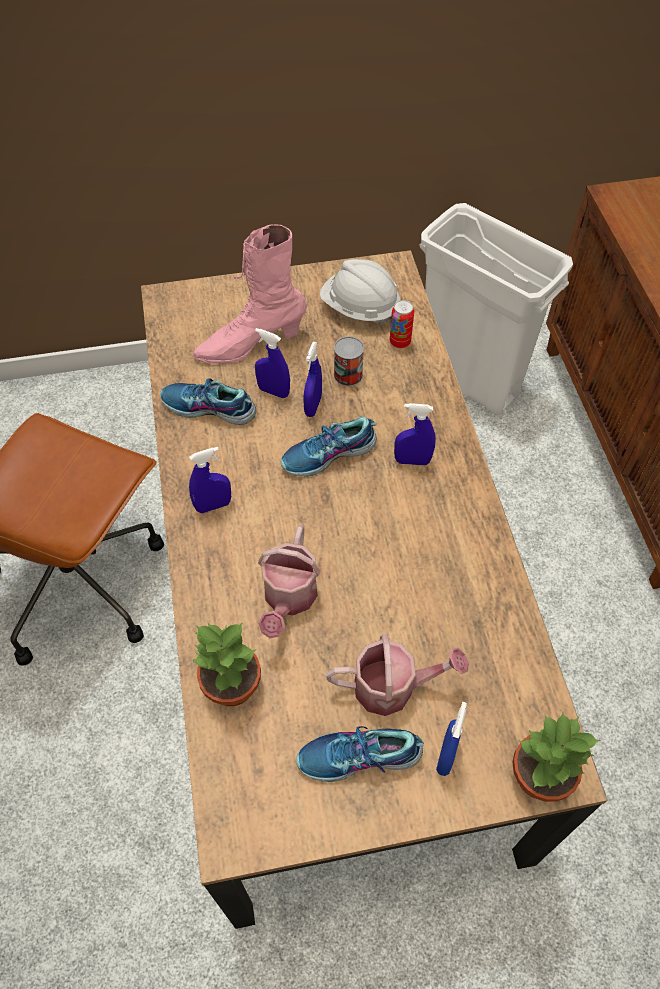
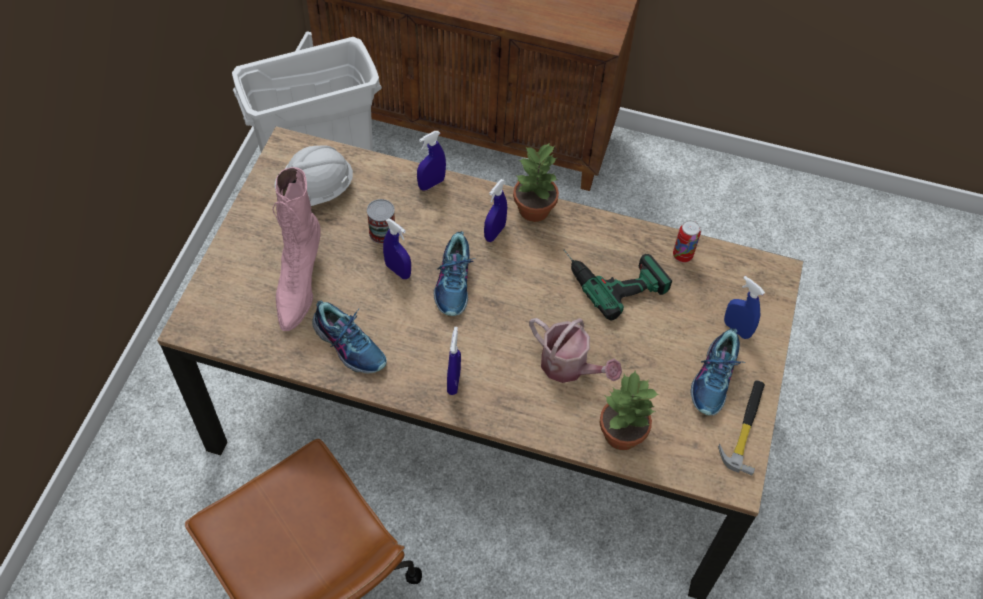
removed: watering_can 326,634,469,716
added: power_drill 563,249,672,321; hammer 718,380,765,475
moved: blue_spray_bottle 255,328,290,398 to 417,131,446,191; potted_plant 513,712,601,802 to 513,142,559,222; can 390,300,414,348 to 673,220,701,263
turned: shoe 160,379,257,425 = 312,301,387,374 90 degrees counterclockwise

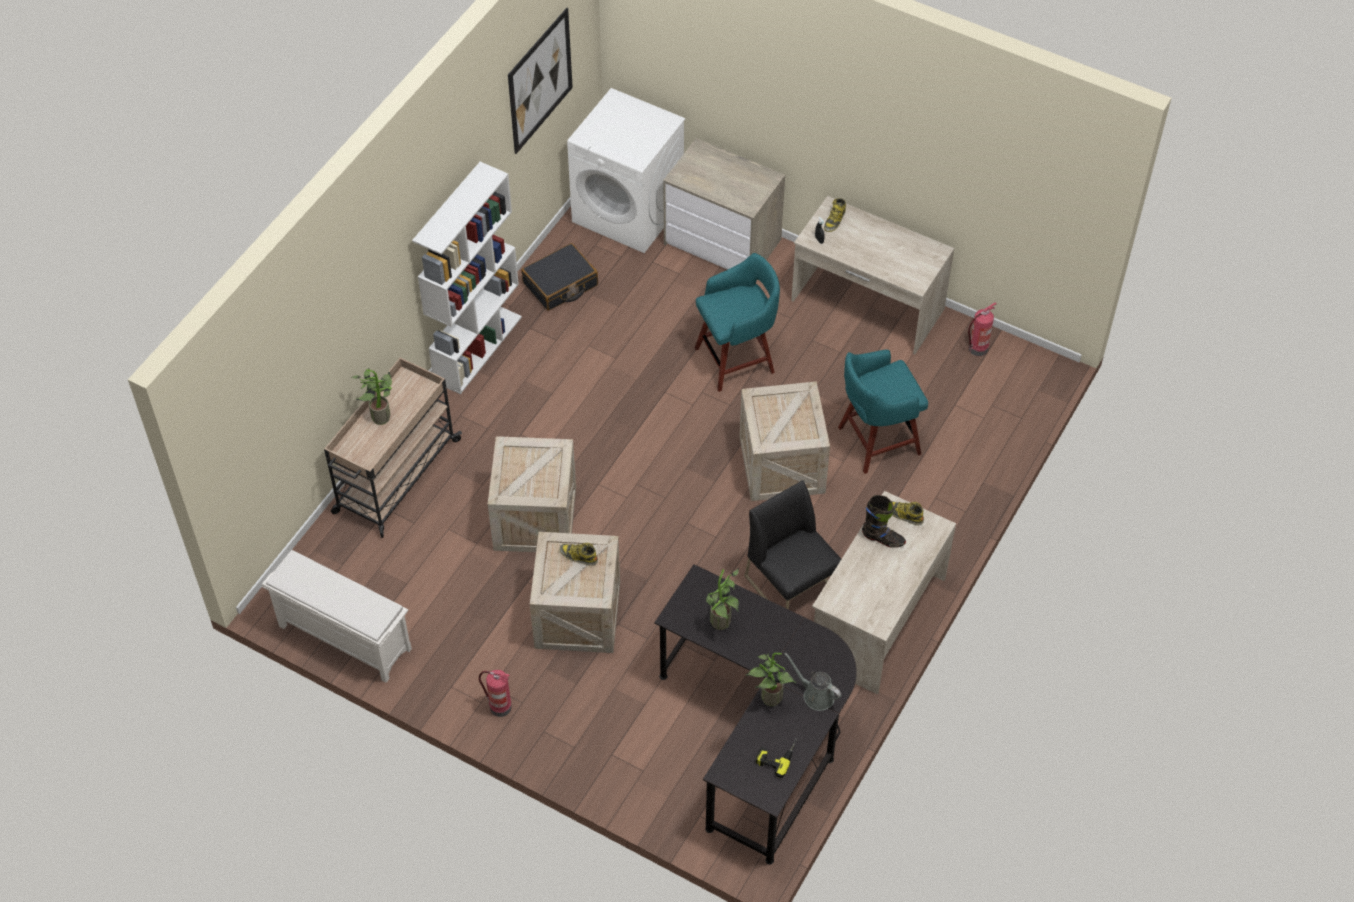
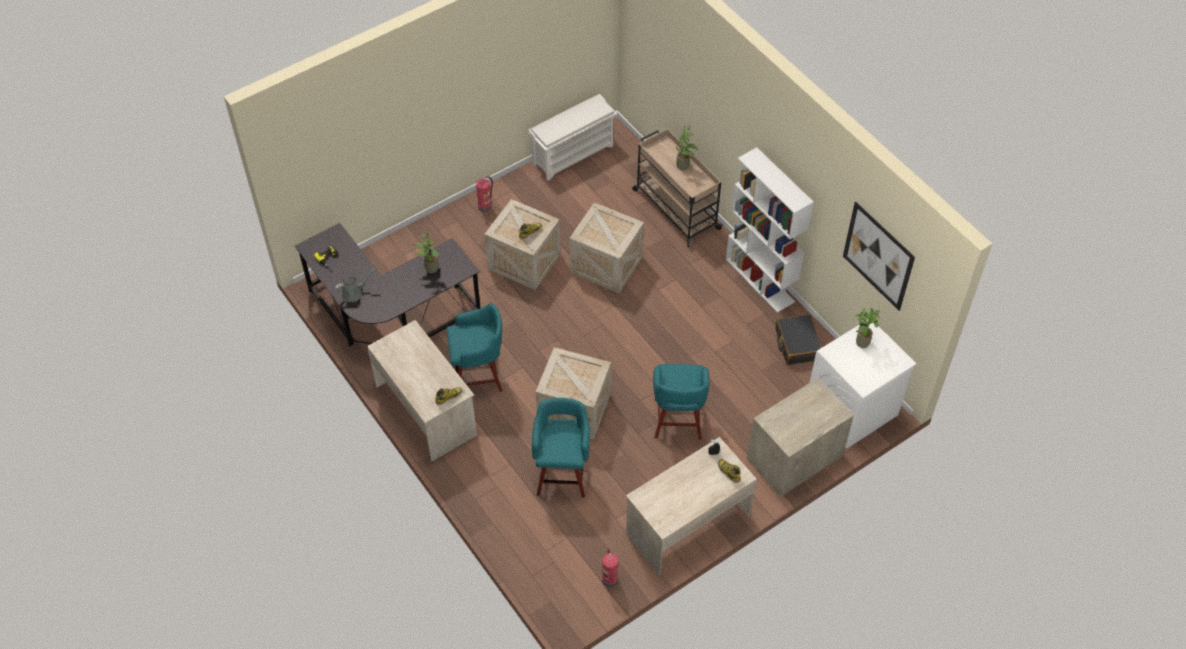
removed: black_boot 862,495,906,548
moved: potted_plant 746,653,796,706 to 855,308,880,348
replaced: black_chair 744,480,841,610 to turquoise_stool 446,303,502,392

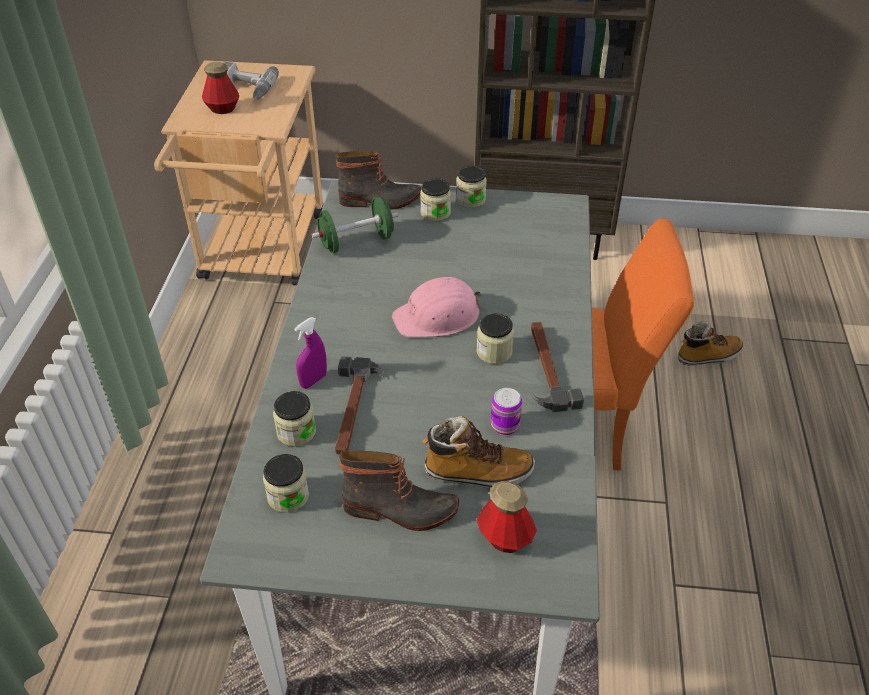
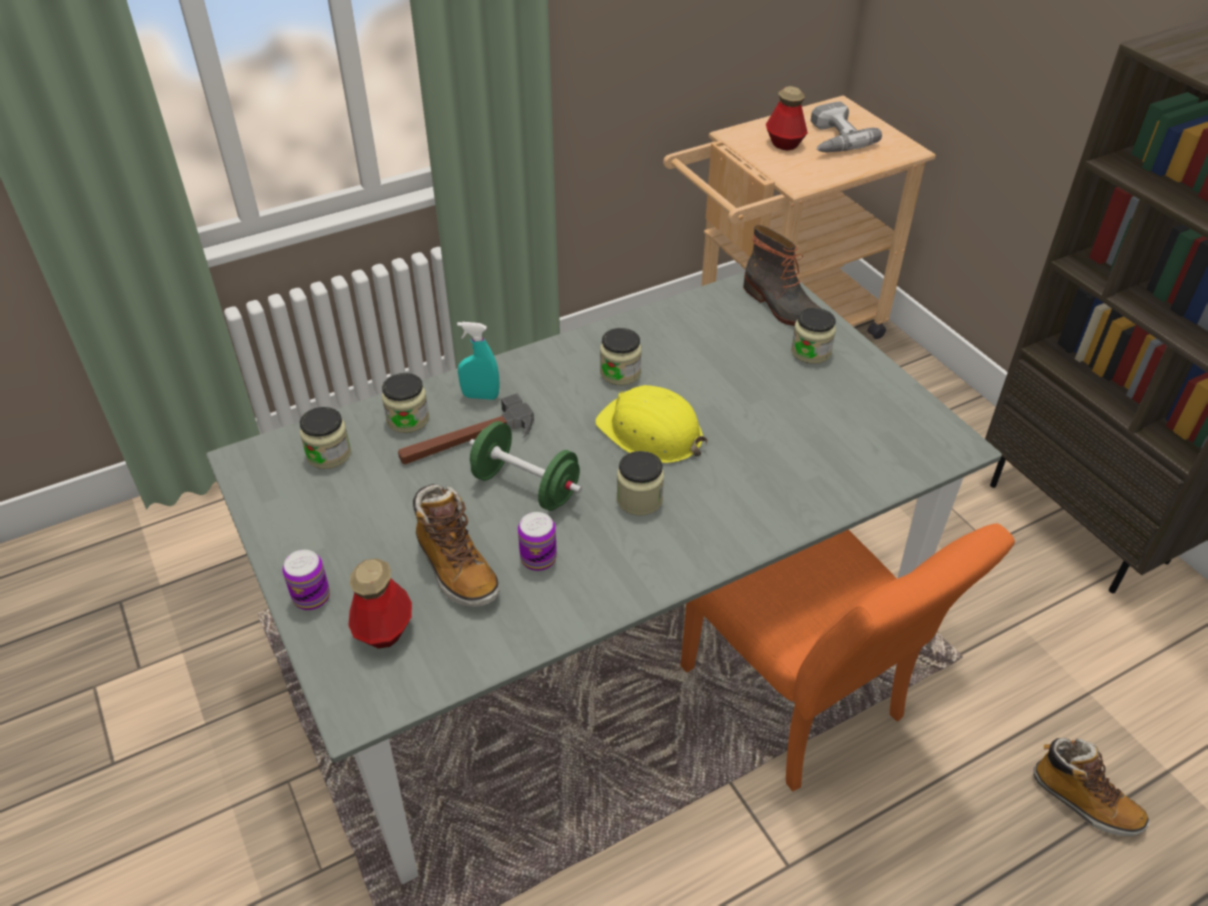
removed: boot 339,450,459,531; hammer 531,322,584,412
added: can 283,550,330,610
moved: green_dumbbell 312,197,398,253 to 469,421,582,511; jar 456,166,487,208 to 600,328,642,385
recoloured: purple_spray_bottle 294,317,327,389 to turquoise_spray_bottle 457,322,500,400; pink_hard_hat 392,277,482,337 to yellow_hard_hat 595,385,708,464

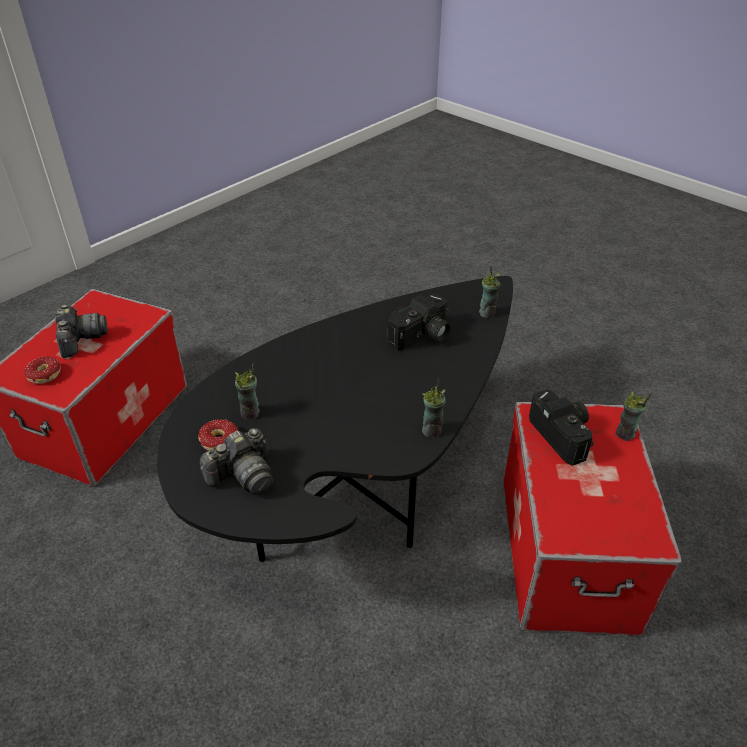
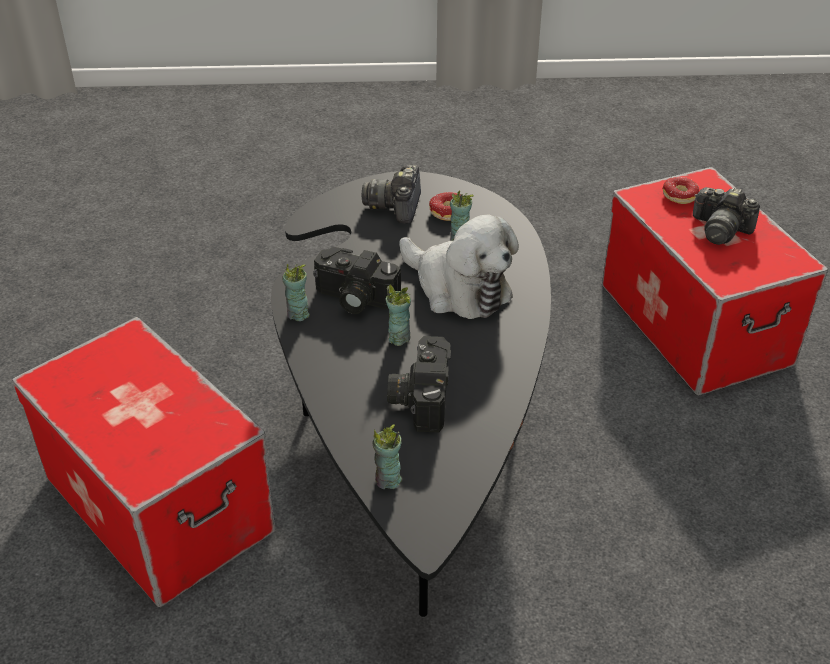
added: plush_toy 399,215,519,319
moved: photo_camera 529,389,594,466 to 313,247,401,314; cup 616,391,651,441 to 386,285,411,346

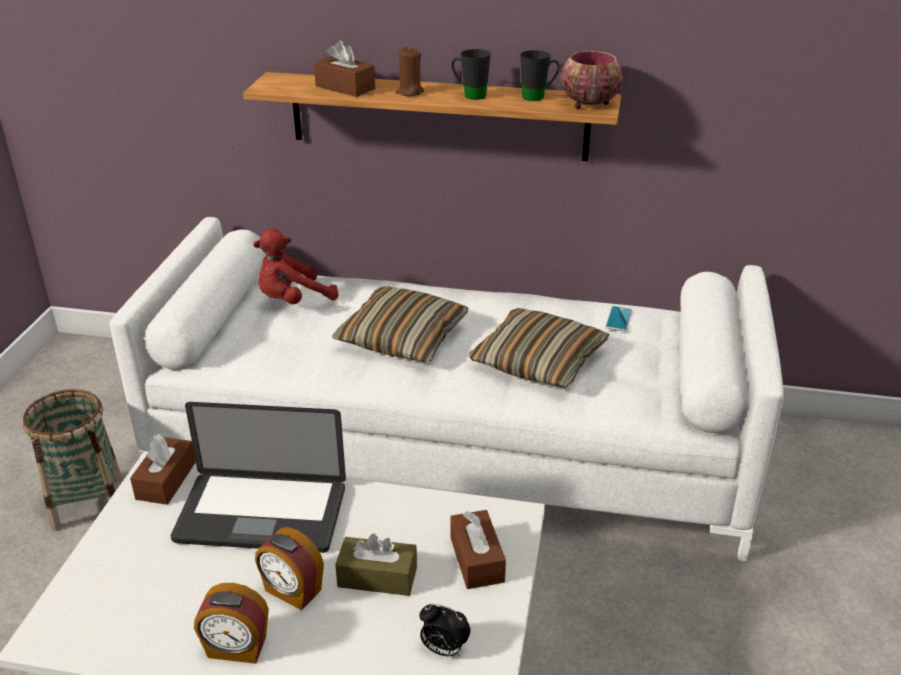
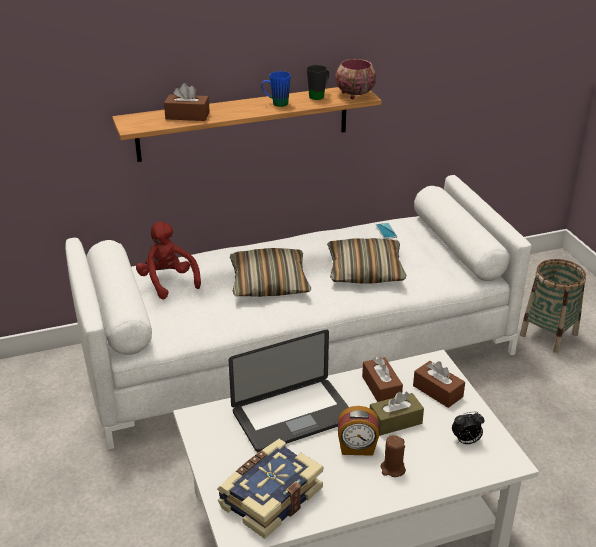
removed: alarm_clock 194,583,269,664
added: book 217,439,323,539
moved: brown_tissue_box 130,434,196,505 to 362,357,403,402; brown_candle 395,47,424,96 to 380,435,406,477; basket 23,389,122,531 to 520,259,586,353
recoloured: black_mug 452,49,491,100 to blue_mug 261,71,291,107
turned: red_plush_toy 253,228,339,304 = 136,221,201,299 120 degrees clockwise

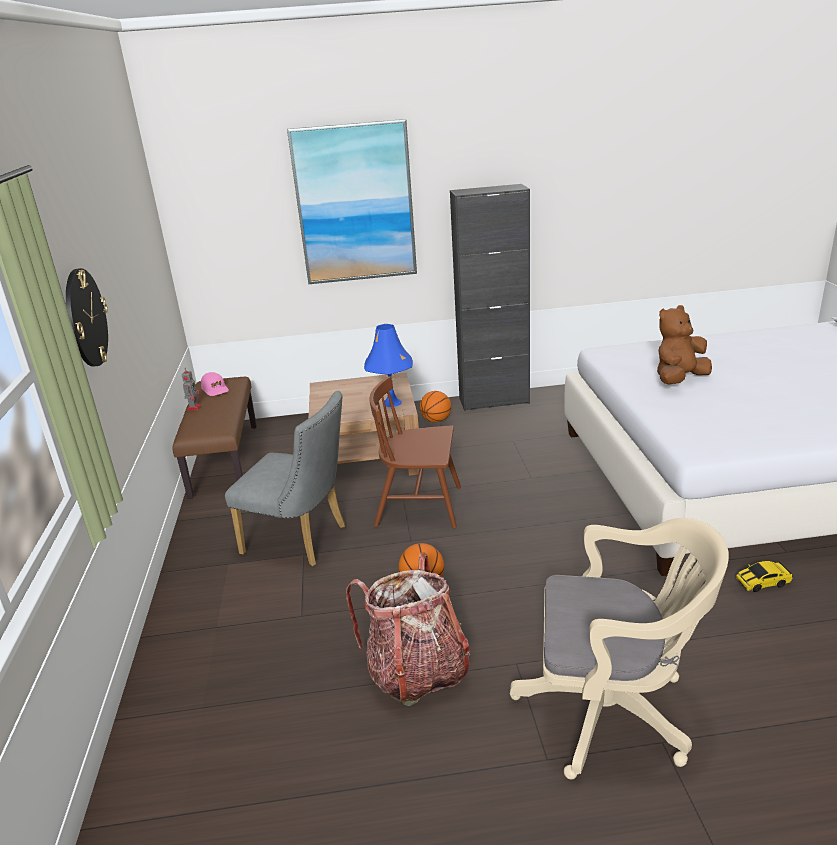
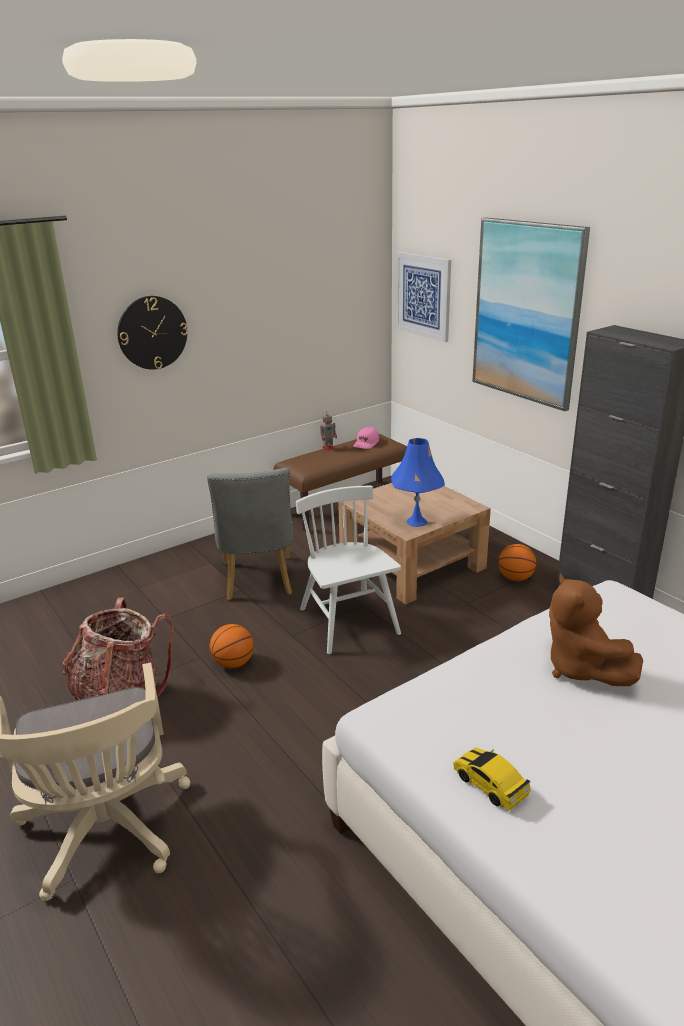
added: picture 395,252,451,342
moved: toy_car 736,561,793,592 to 454,747,531,811
recoloured: brown_chair 369,376,461,528 to white_chair 296,486,401,654
turned: brown_plush_toy 657,305,712,384 = 549,573,643,686 135 degrees counterclockwise

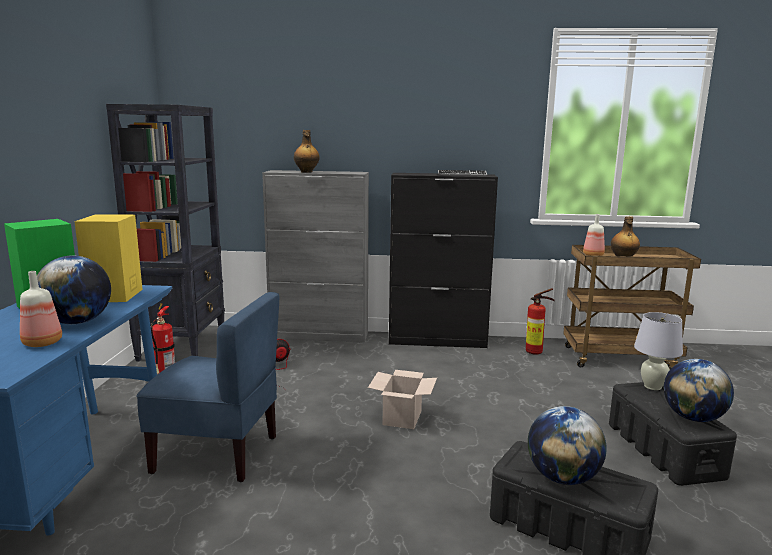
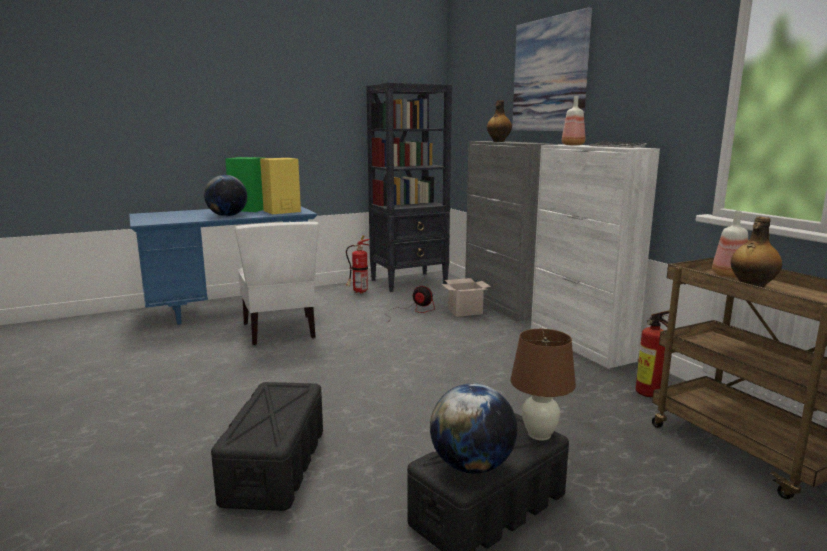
removed: globe 528,406,607,485
added: picture 512,7,592,131
moved: cardboard_box 368,370,437,429 to 442,278,491,317; bottle 20,271,62,347 to 562,96,585,145
recoloured: blue_chair 136,292,279,482 to white_chair 235,222,319,345; white_table_lamp 634,312,683,390 to brown_table_lamp 510,329,576,440; black_cabinet 389,173,498,348 to white_cabinet 531,145,660,369

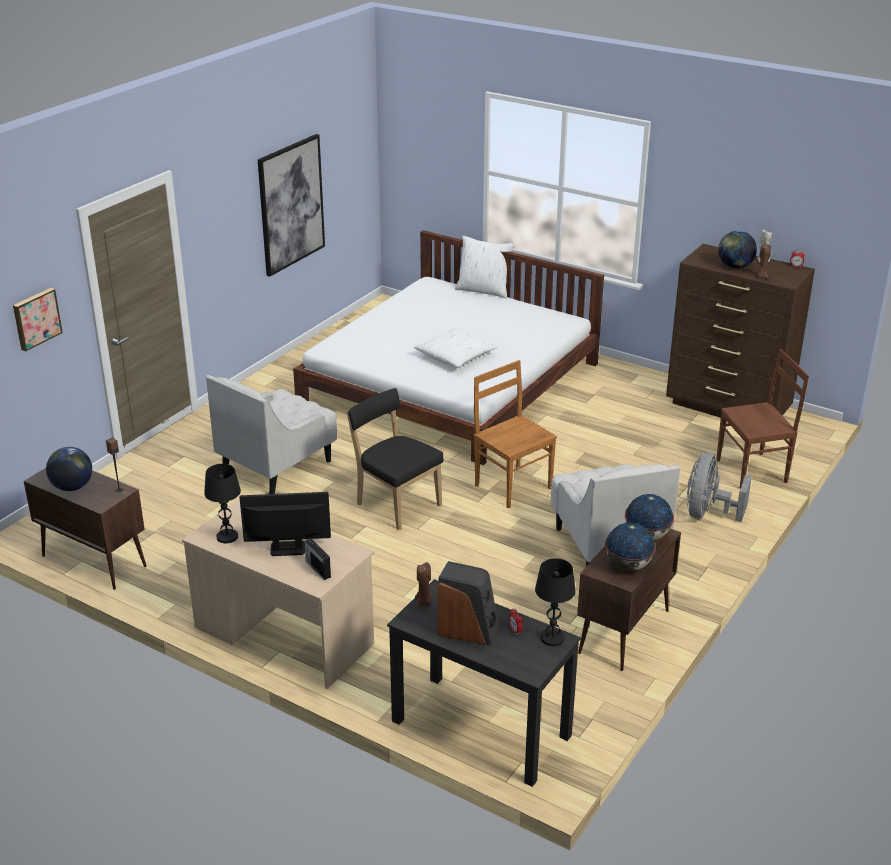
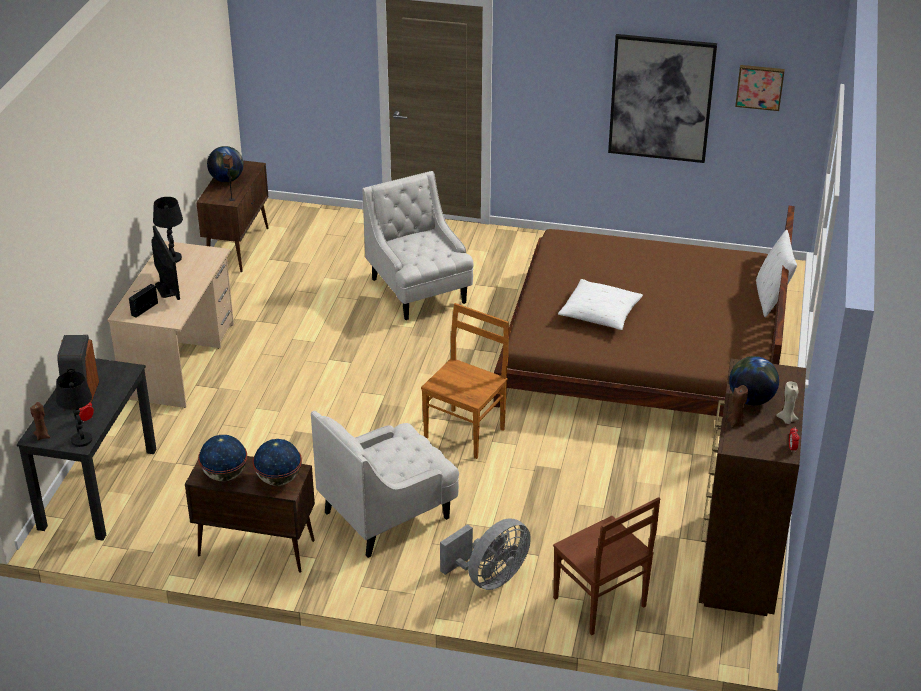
removed: black_chair 346,388,444,530
moved: brown_candle 415,562,433,607 to 30,402,51,440; picture 13,288,63,351 to 735,65,785,111
recoloured: white_bed 293,230,604,465 to brown_bed 493,206,795,417
turned: white_armchair 206,375,337,494 = 362,171,474,320 45 degrees clockwise; grey_fan 687,452,752,522 = 440,518,531,590 135 degrees clockwise

